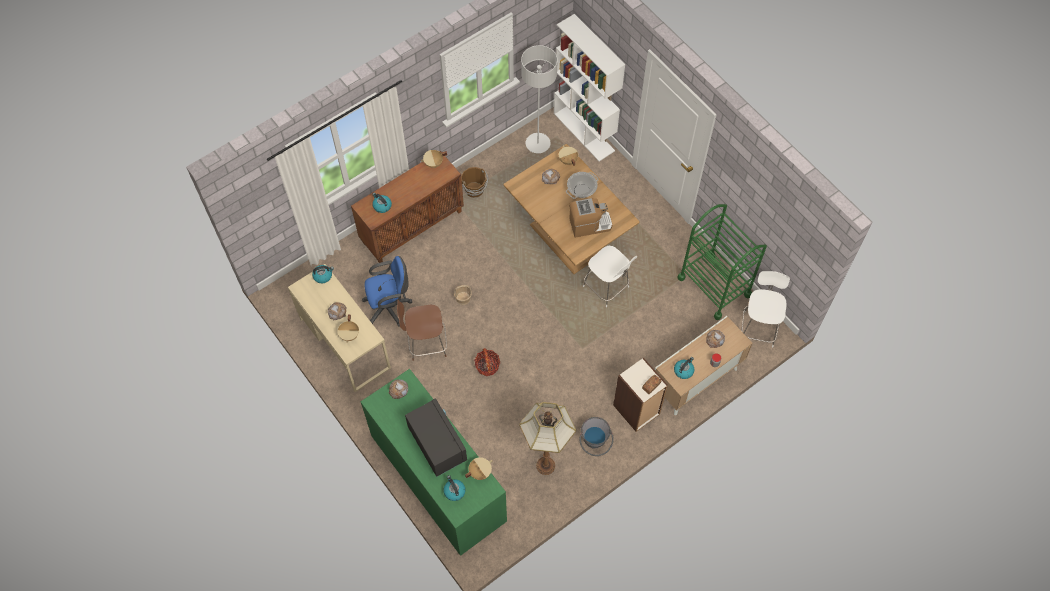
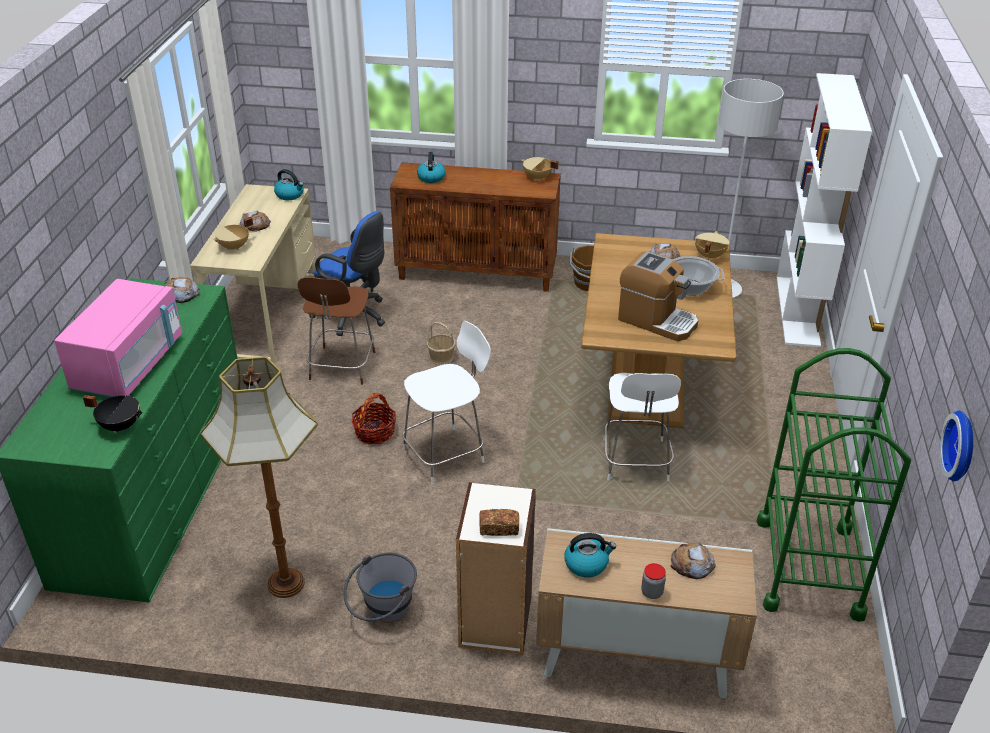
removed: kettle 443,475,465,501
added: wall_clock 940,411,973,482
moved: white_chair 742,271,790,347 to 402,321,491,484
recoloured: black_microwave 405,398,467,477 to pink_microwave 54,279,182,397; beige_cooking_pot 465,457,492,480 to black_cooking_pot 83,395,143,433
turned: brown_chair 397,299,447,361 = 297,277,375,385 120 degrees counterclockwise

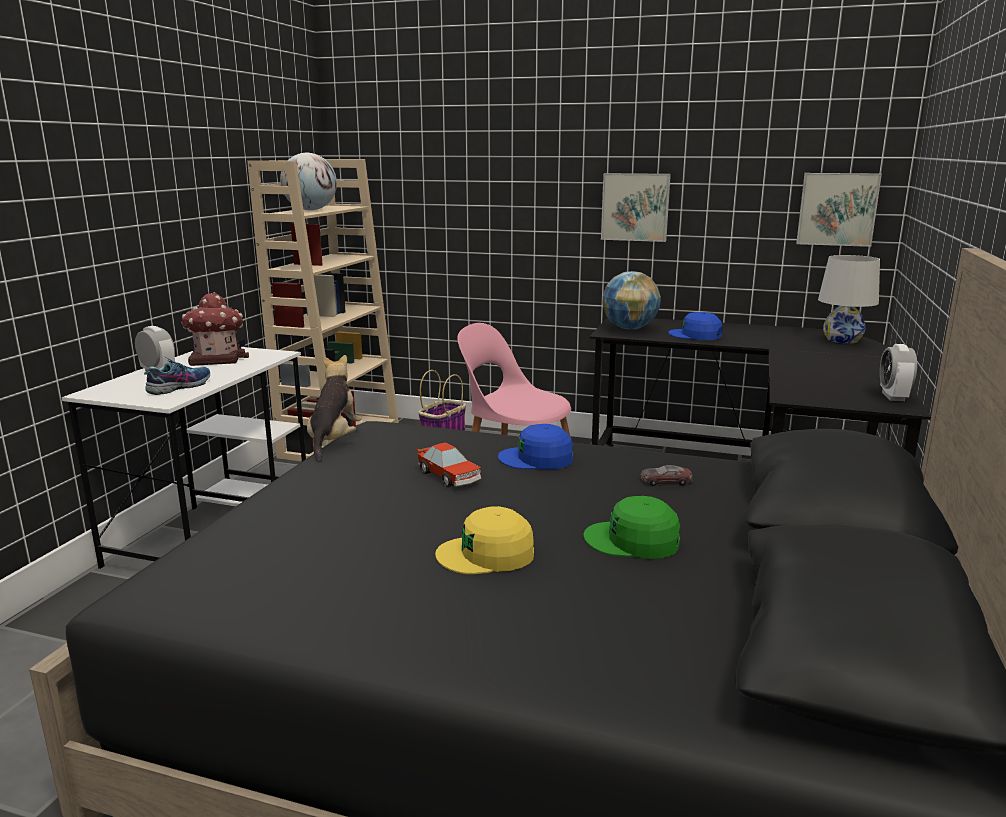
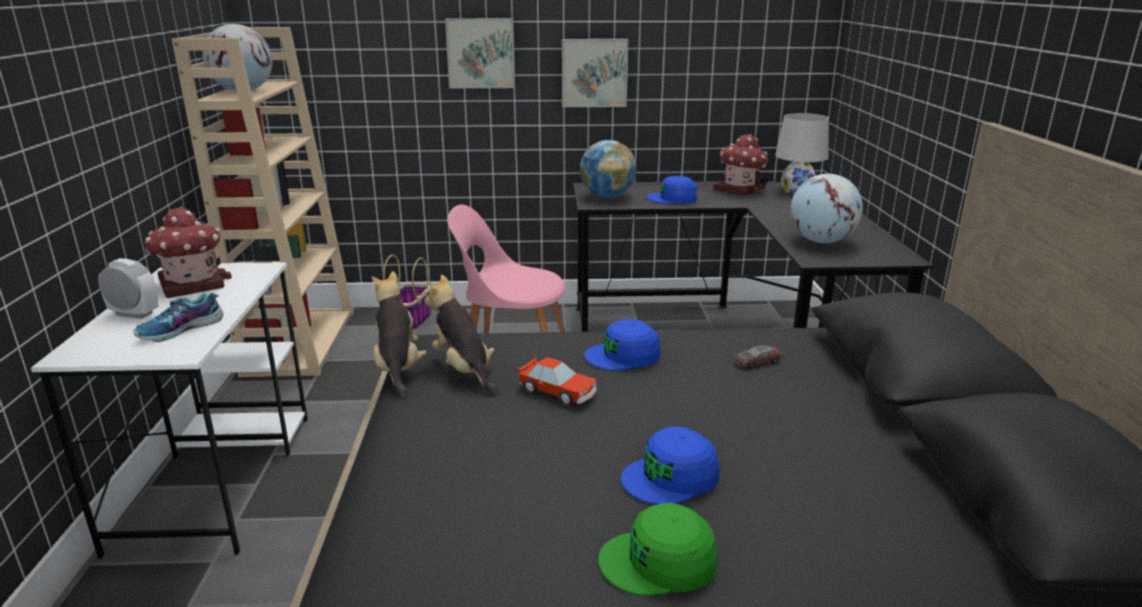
removed: alarm_clock 880,344,917,401
added: plush_toy 425,274,499,395; toy_house 714,134,769,196; globe 790,174,863,243
moved: picture 796,173,882,247 to 445,18,515,88; green_cap 584,496,680,559 to 598,503,717,596
recoloured: yellow_cap 435,506,534,574 to blue_cap 621,426,720,505
turned: shoe 144,356,210,395 = 133,291,223,342 150 degrees counterclockwise

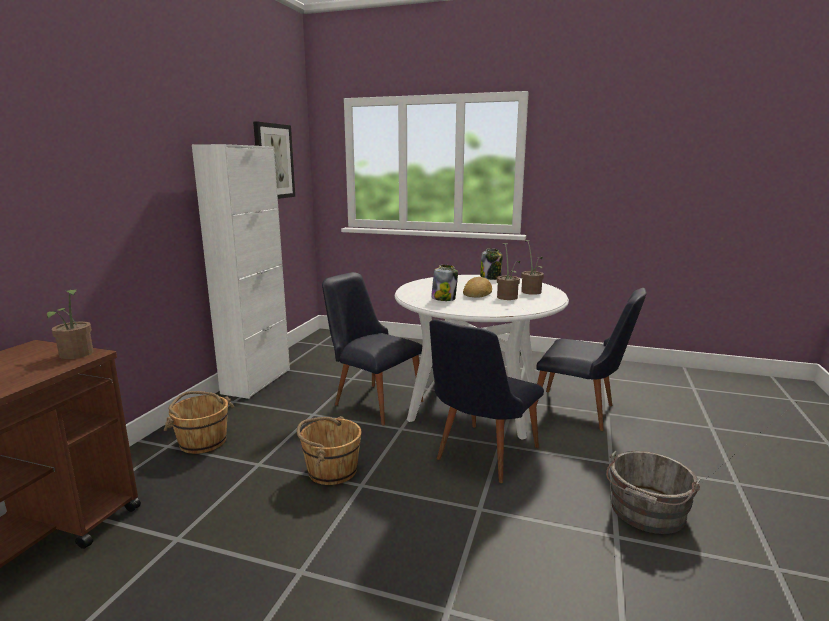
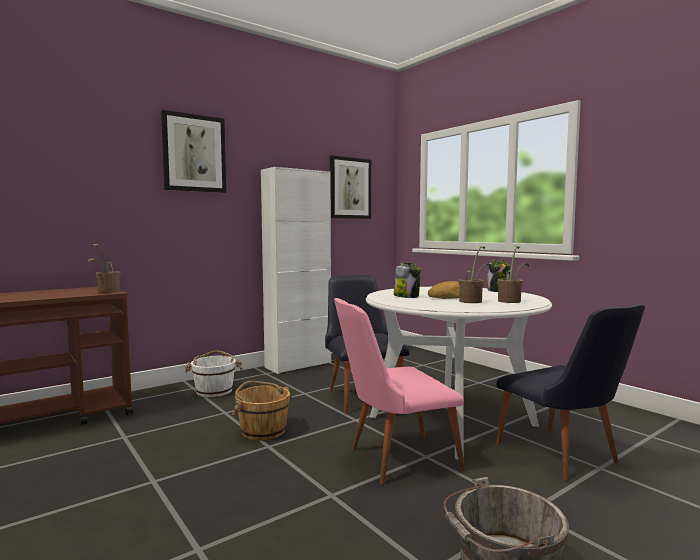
added: picture 161,110,226,193
recoloured: brown_bucket 164,391,234,454 to white_bucket 185,350,243,397; black_chair 429,319,544,483 to pink_chair 334,298,465,485

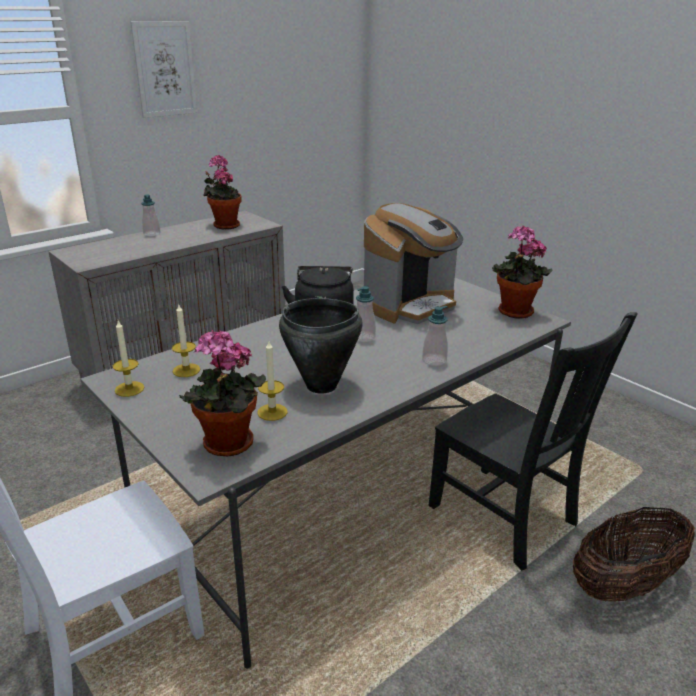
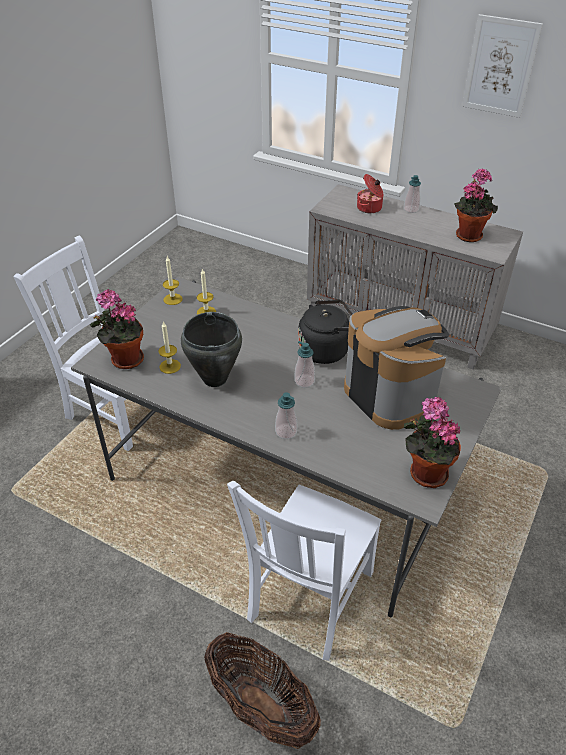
added: cooking_pot 357,174,383,213
recoloured: black_chair 429,312,638,571 to white_chair 227,481,381,661
turned: coffee_machine 364,203,463,324 = 344,306,449,430 150 degrees counterclockwise

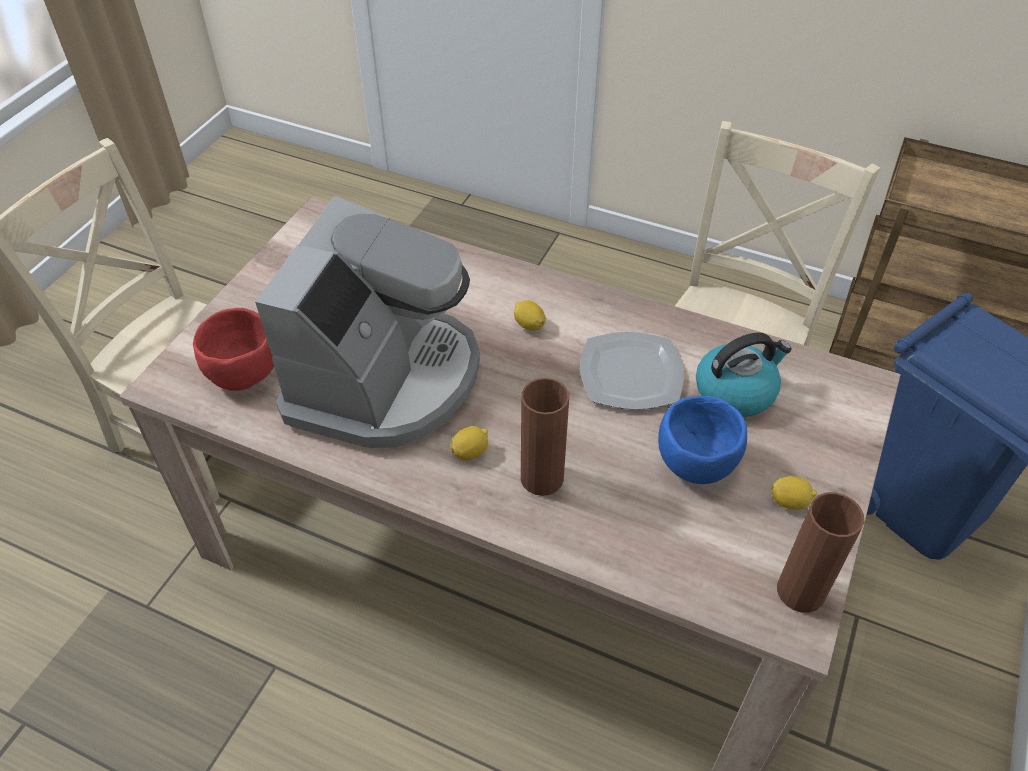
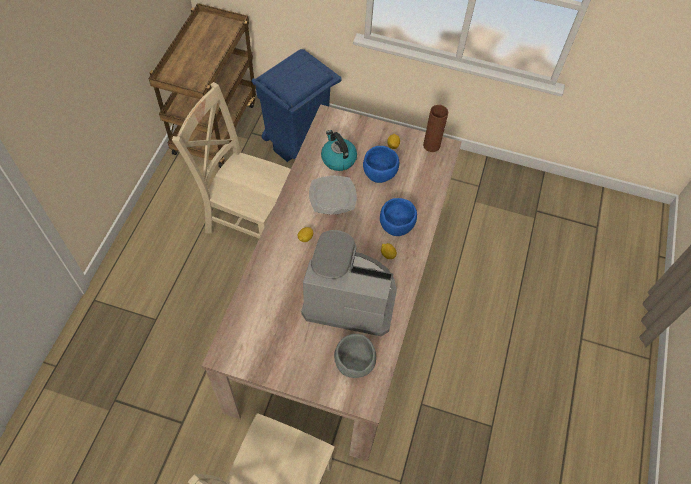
replaced: brown_vase 521,378,569,496 to blue_bowl 380,198,417,236
recoloured: red_bowl 193,308,274,391 to grey_bowl 334,334,376,378

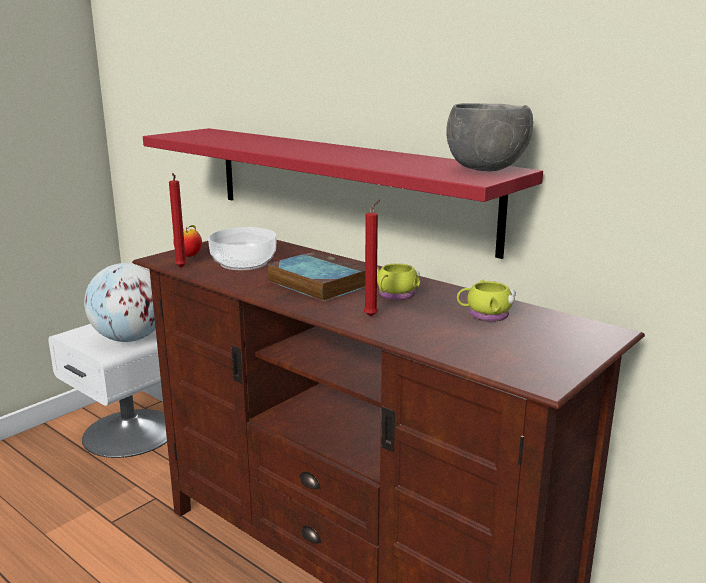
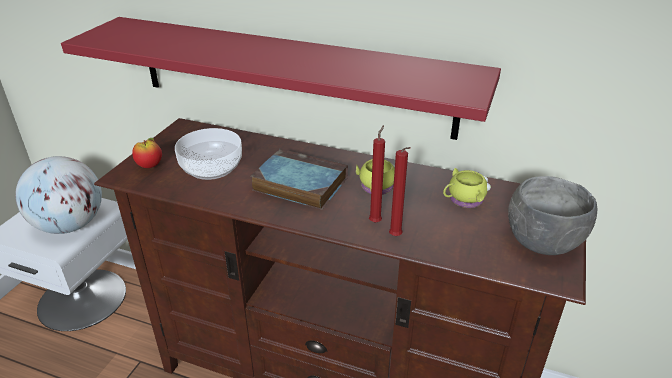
moved: red_candle 169,173,187,268 to 389,147,411,236; grey_bowl 446,103,533,171 to 508,176,597,255

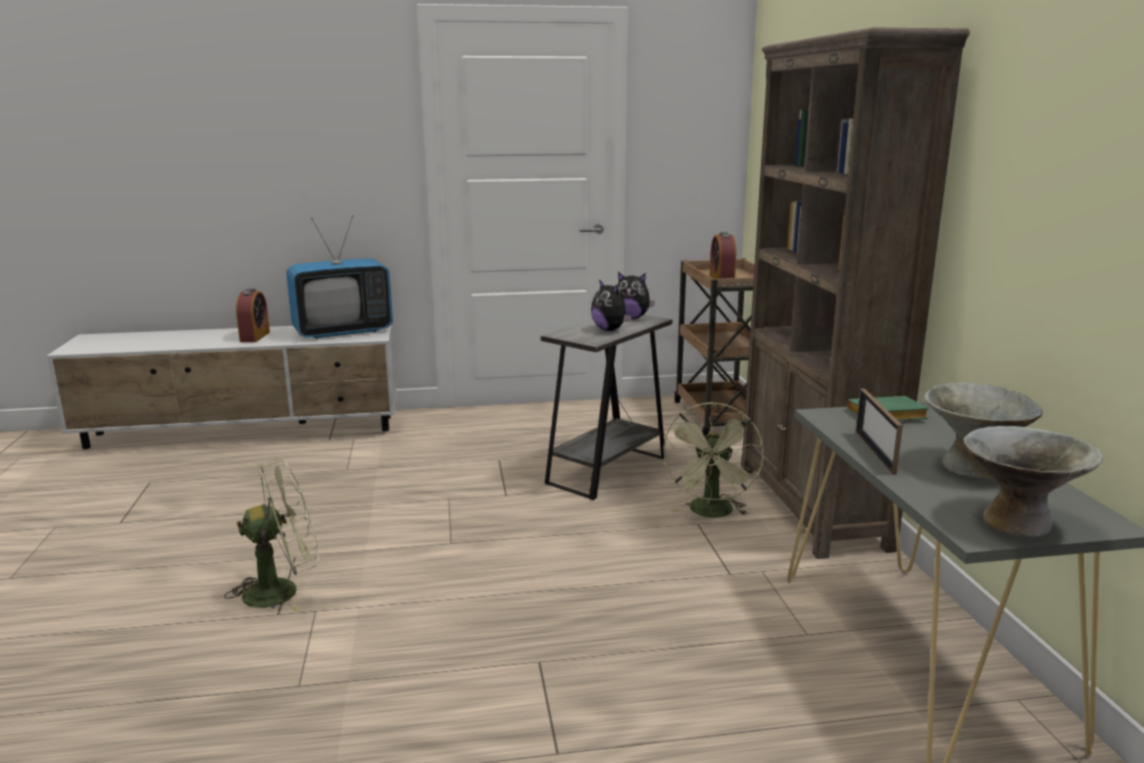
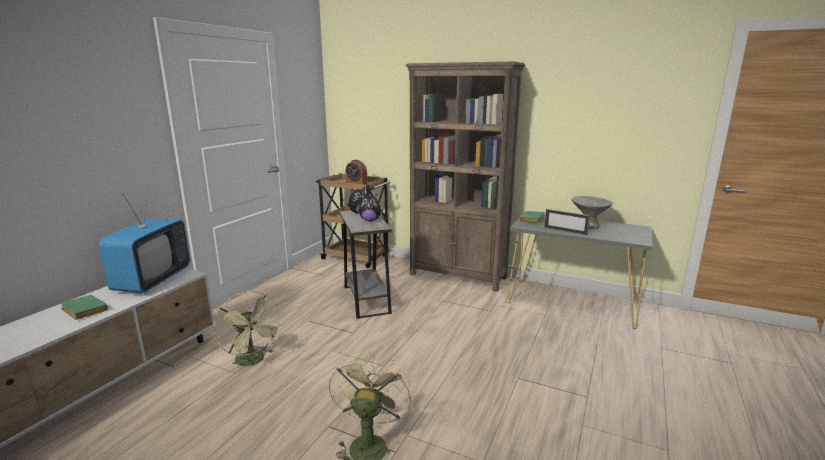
removed: grey_bowl 963,426,1103,537
moved: green_fan 663,402,764,517 to 214,291,283,373
replaced: alarm_clock 236,289,270,342 to green_book 60,295,108,320

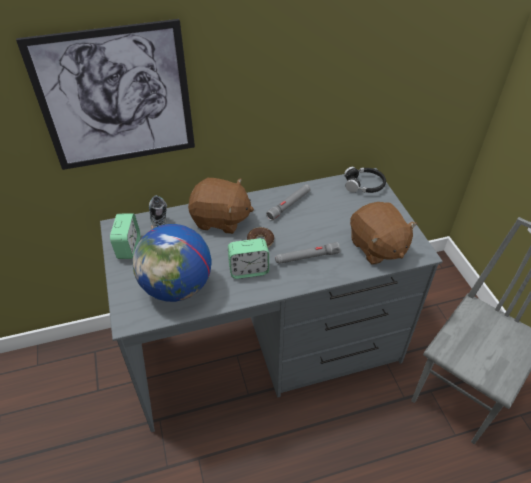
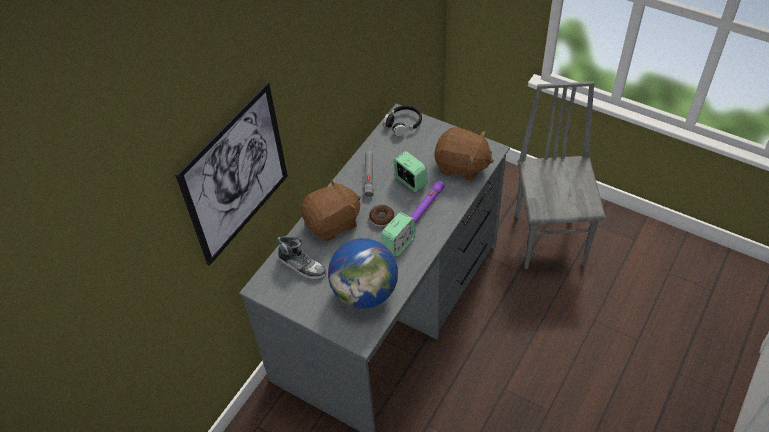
moved: alarm_clock 110,213,140,259 to 394,151,428,192
recoloured: grey_flashlight 275,242,340,264 to purple_flashlight 410,181,445,224

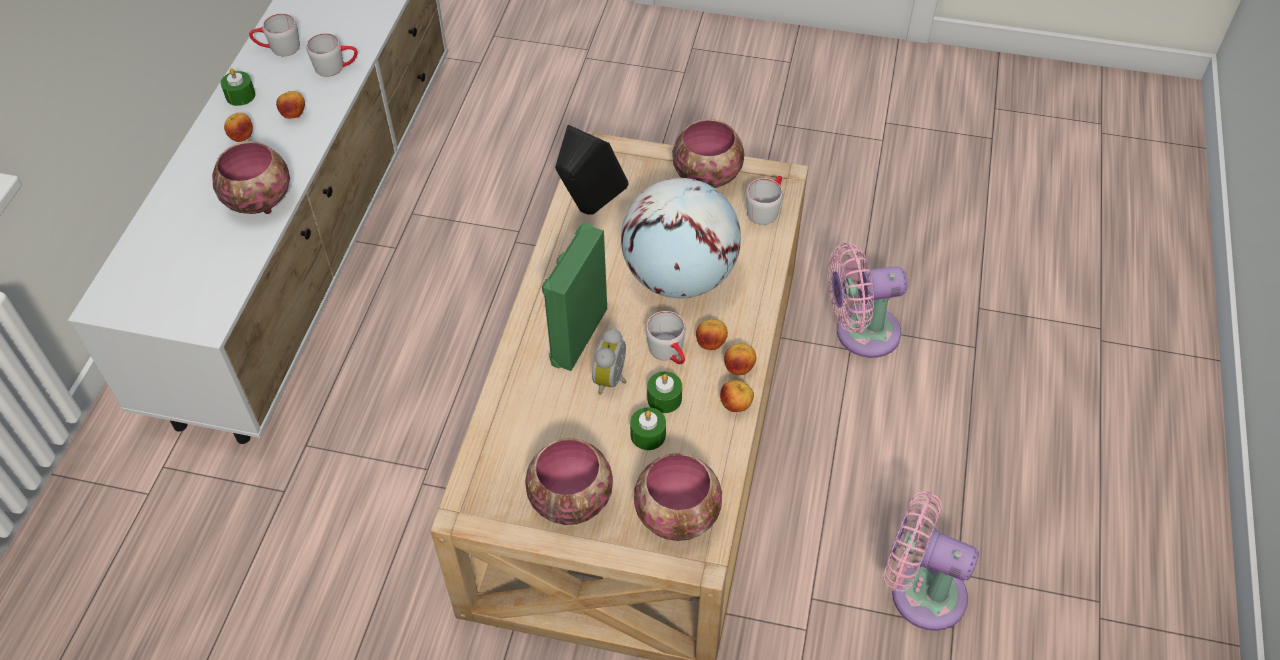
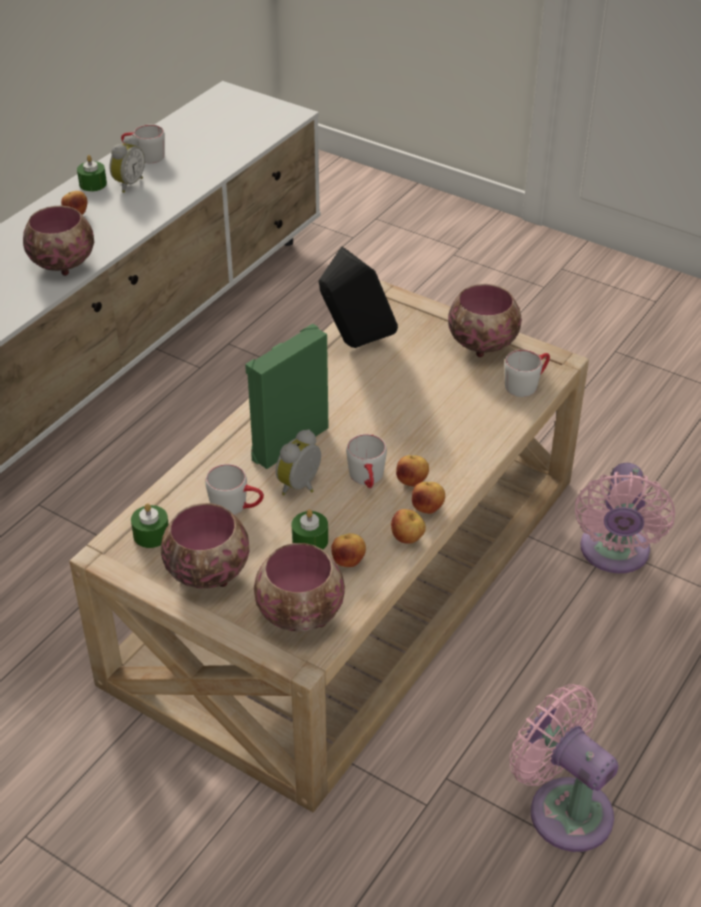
removed: globe 621,178,741,298
added: alarm_clock 109,135,145,193
moved: green_candle 647,372,682,413 to 131,503,169,548; grey_mug 307,33,358,77 to 205,464,264,515; apple 276,91,305,119 to 331,533,366,567
turned: pink_fan 828,243,908,358 = 575,463,675,573 90 degrees counterclockwise

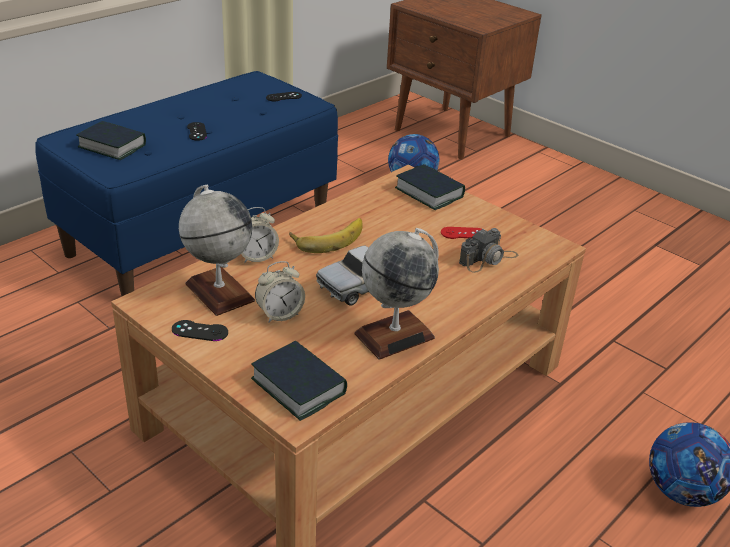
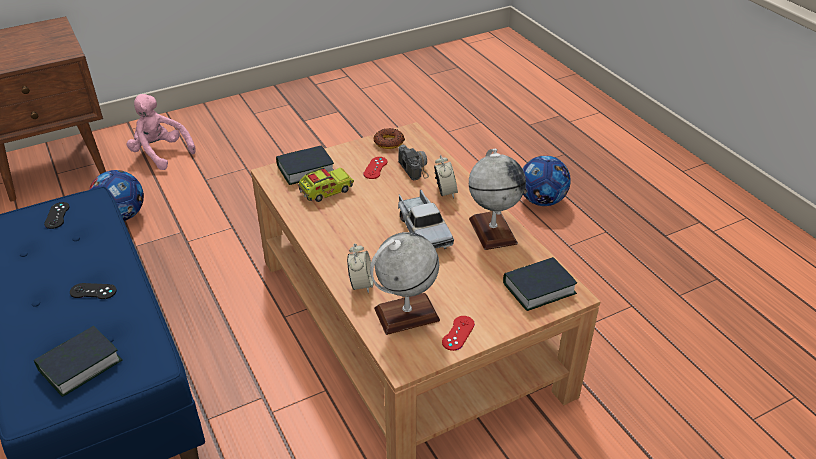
removed: banana 289,218,363,253
added: pink_plush_toy 127,94,196,170; toy_truck 298,167,354,202; donut 374,128,405,149
moved: alarm_clock 255,261,305,323 to 434,155,458,198
recoloured: black_game_controller 172,320,228,341 to red_game_controller 442,316,475,351

